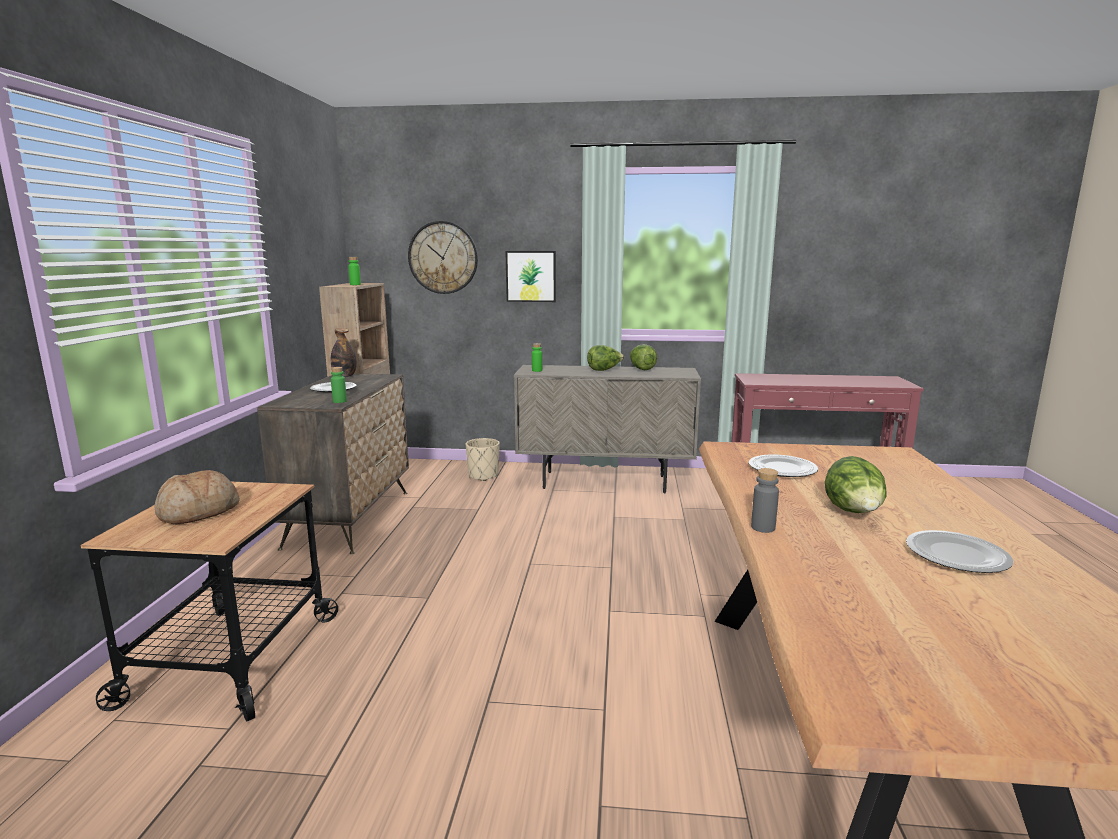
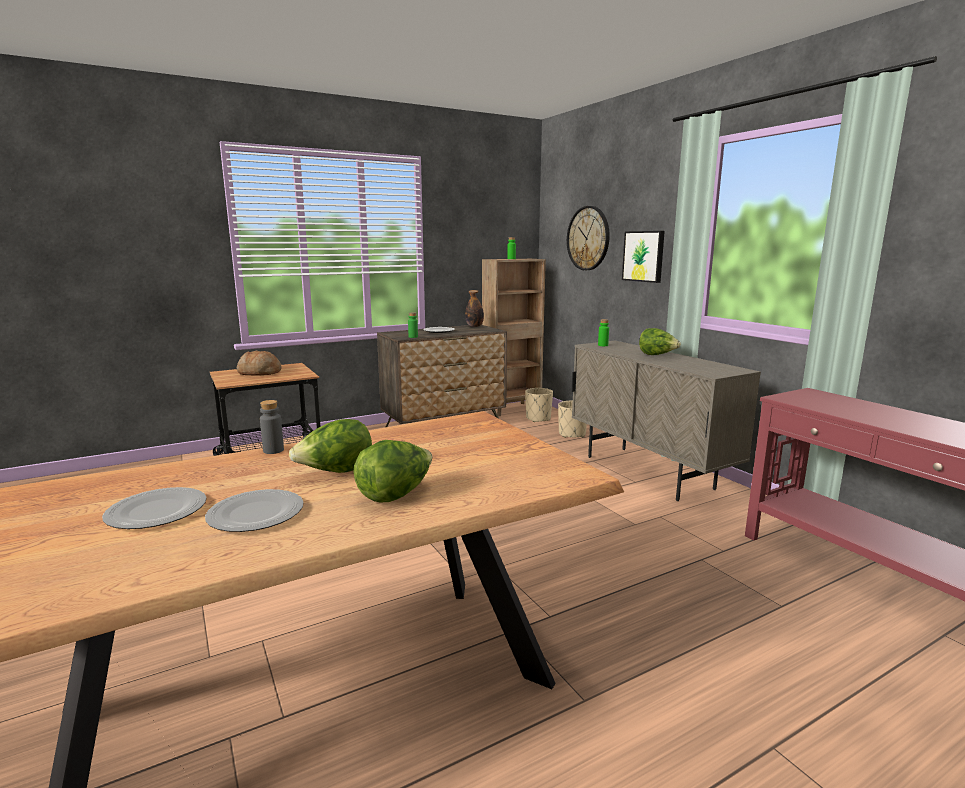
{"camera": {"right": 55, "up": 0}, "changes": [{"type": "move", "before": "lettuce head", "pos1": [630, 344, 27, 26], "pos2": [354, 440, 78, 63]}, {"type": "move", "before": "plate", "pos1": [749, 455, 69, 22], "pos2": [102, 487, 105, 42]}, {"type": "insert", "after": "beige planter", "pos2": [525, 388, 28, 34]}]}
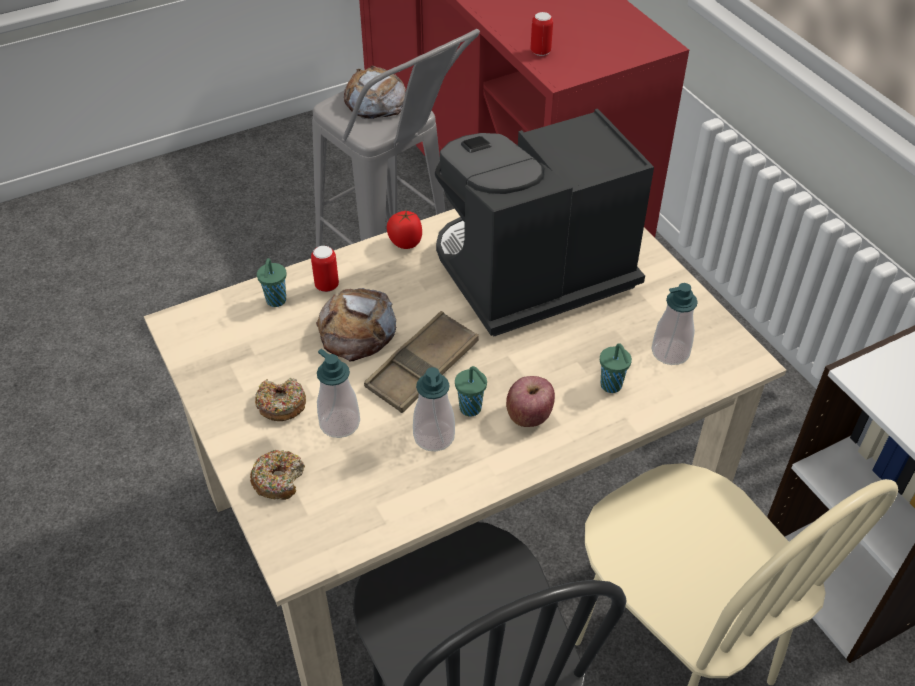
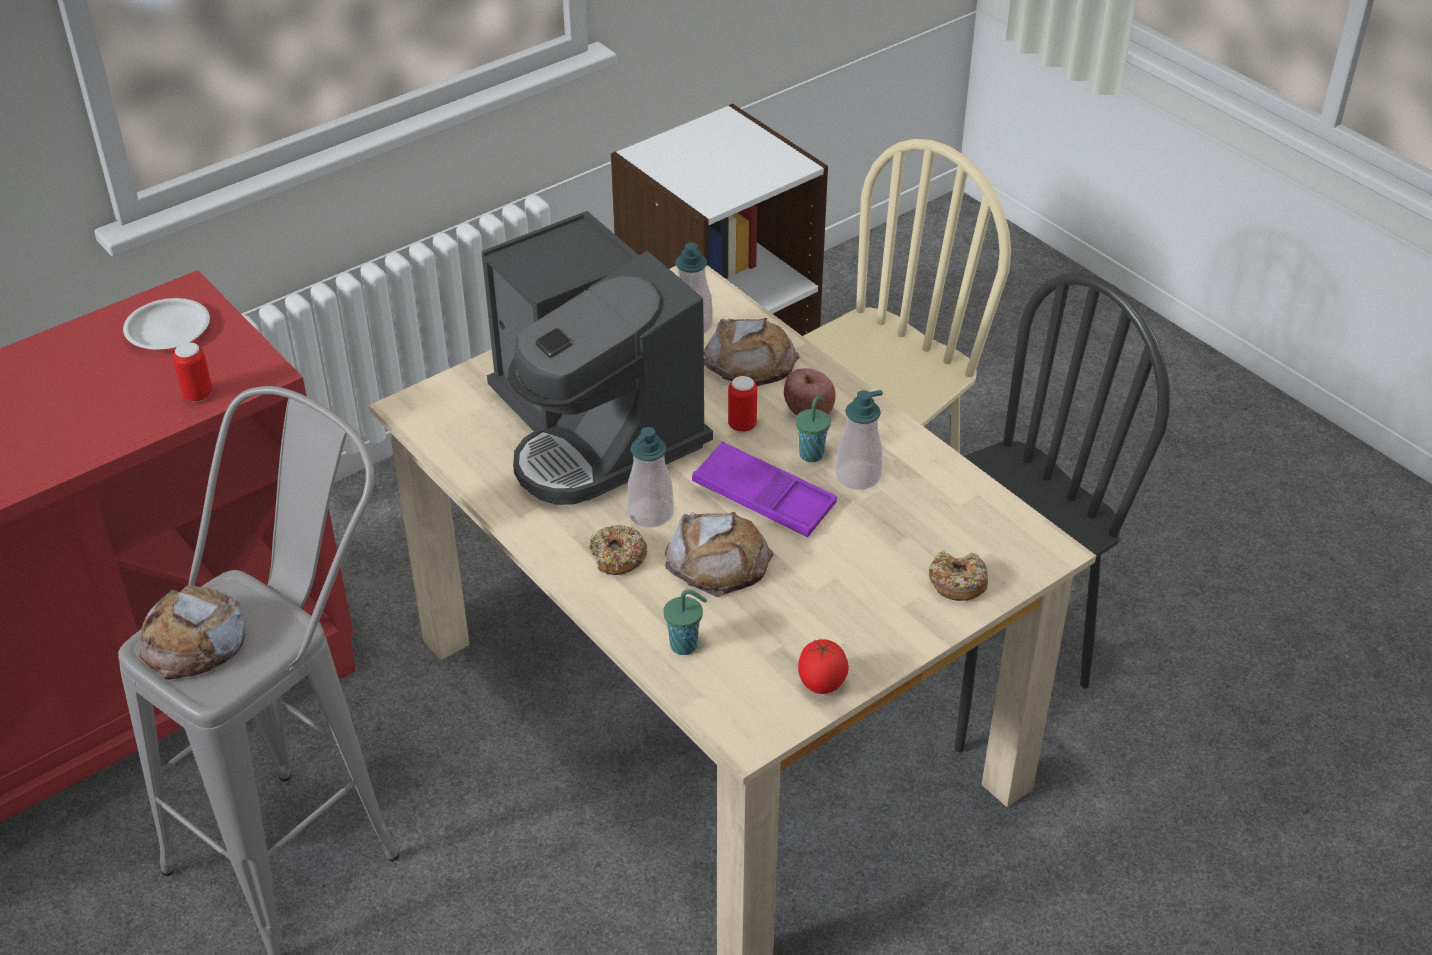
{"camera": {"right": -100, "up": -5}, "changes": [{"type": "move", "before": "ring doughnut", "pos1": [255, 378, 51, 43], "pos2": [589, 525, 58, 50]}, {"type": "move", "before": "can", "pos1": [311, 246, 28, 46], "pos2": [728, 376, 29, 56]}, {"type": "move", "before": "soap dispenser", "pos1": [317, 349, 43, 89], "pos2": [627, 427, 47, 100]}, {"type": "recolor", "before": "brown-coloured carrying tray", "after": "purple-coloured carrying tray", "pos1": [364, 311, 115, 102], "pos2": [692, 441, 145, 96]}, {"type": "move", "before": "tomato", "pos1": [387, 210, 35, 39], "pos2": [798, 639, 51, 55]}, {"type": "replace", "before": "green-coloured small cup", "after": "baked bread", "pos1": [600, 343, 32, 50], "pos2": [704, 318, 96, 68]}, {"type": "insert", "after": "white plate", "pos2": [123, 298, 87, 52]}]}
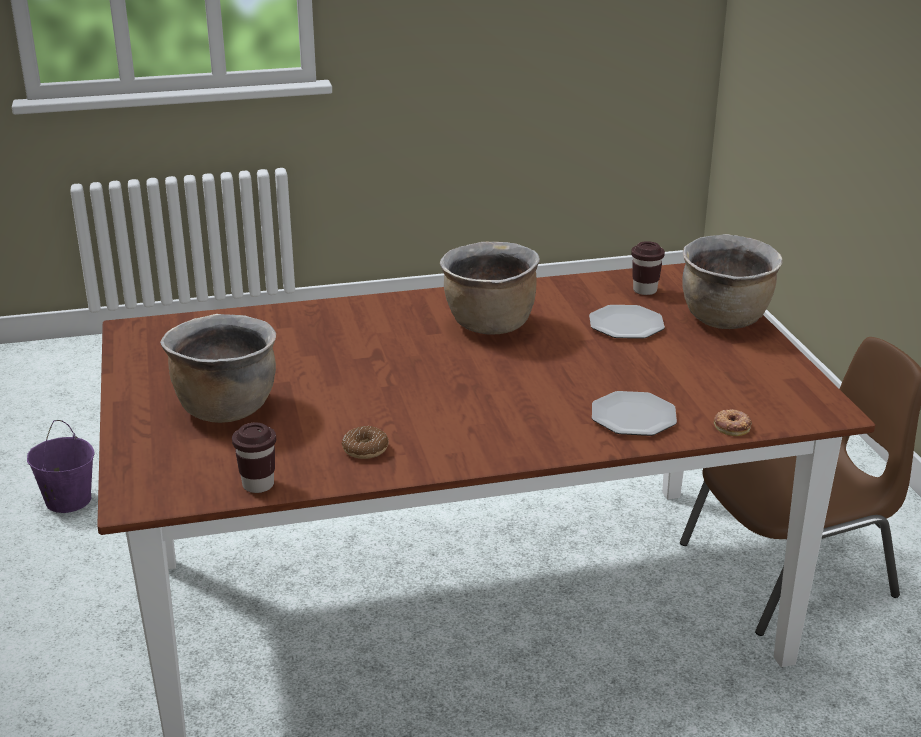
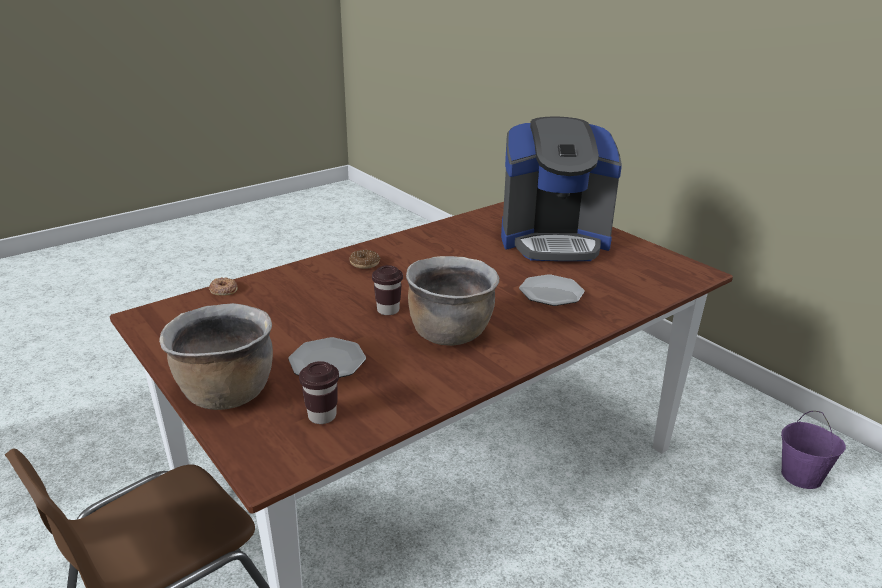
{"camera": {"right": 155, "up": 0}, "changes": [{"type": "replace", "before": "brown-coloured saucepot", "after": "coffee brewer", "pos1": [160, 314, 116, 109], "pos2": [501, 116, 121, 145]}, {"type": "move", "before": "brown-coloured small cup", "pos1": [232, 423, 44, 70], "pos2": [372, 265, 31, 50]}, {"type": "move", "before": "ring doughnut", "pos1": [342, 426, 46, 33], "pos2": [349, 250, 31, 19]}, {"type": "move", "before": "plate", "pos1": [592, 391, 85, 45], "pos2": [519, 274, 66, 32]}]}
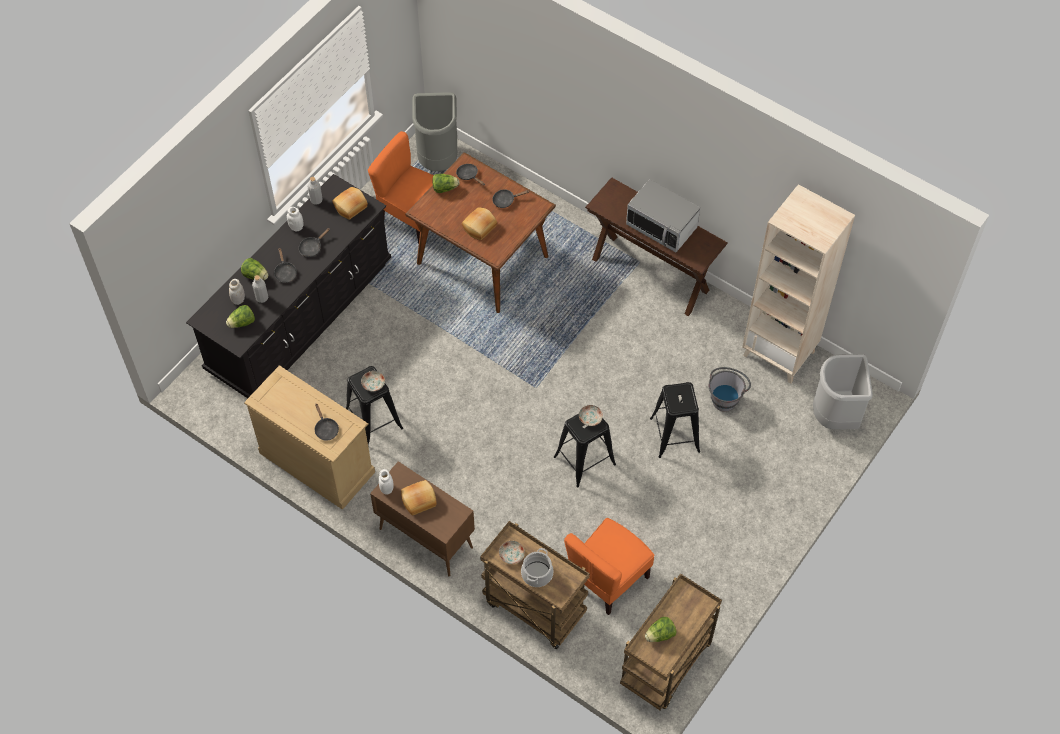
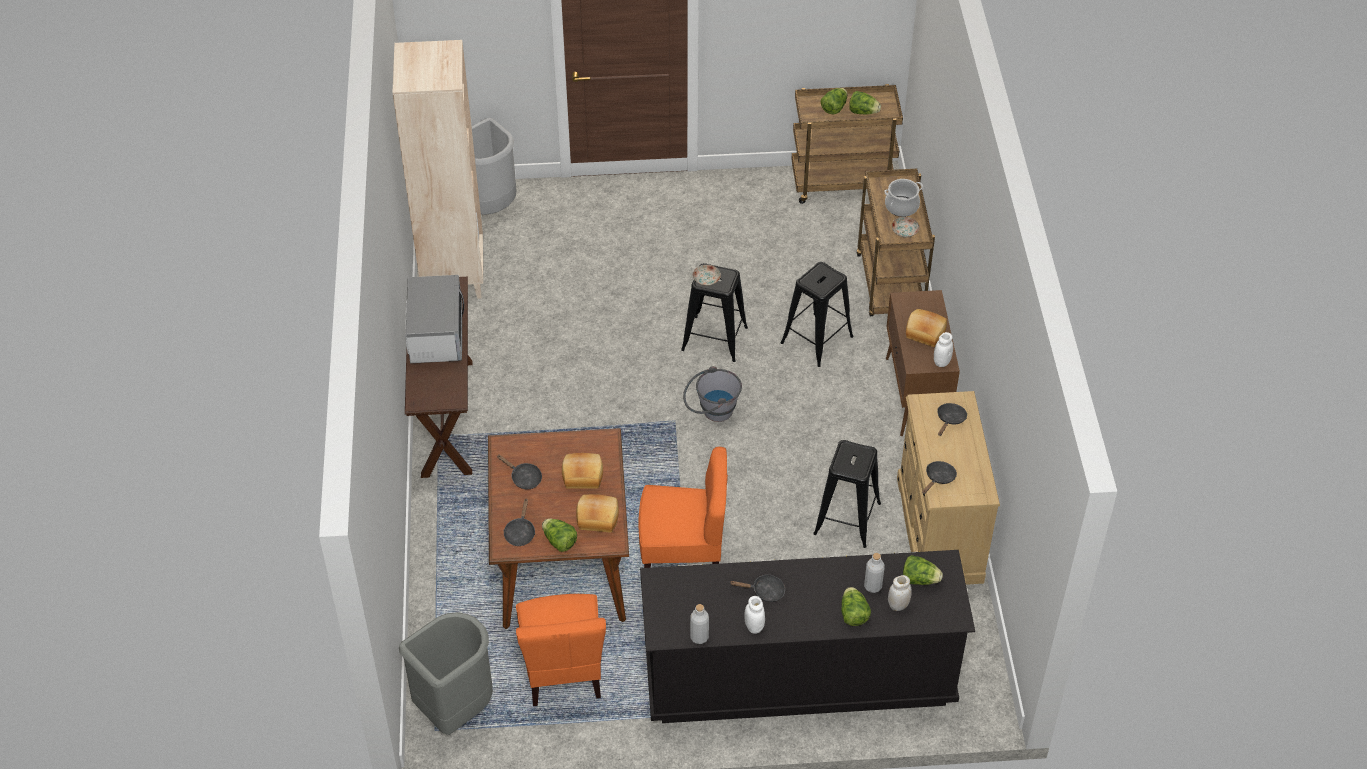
{"camera": {"right": -130, "up": -10}, "changes": [{"type": "move", "before": "blackish skillet", "pos1": [274, 248, 23, 35], "pos2": [922, 461, 35, 33]}, {"type": "move", "before": "baked bread", "pos1": [333, 187, 35, 32], "pos2": [576, 494, 43, 39]}, {"type": "delete", "before": "plate", "pos1": [361, 371, 24, 20]}, {"type": "move", "before": "orange plain chair", "pos1": [564, 518, 90, 97], "pos2": [639, 447, 89, 121]}, {"type": "move", "before": "blackish stool", "pos1": [650, 382, 50, 76], "pos2": [781, 262, 73, 105]}, {"type": "move", "before": "gray pail", "pos1": [709, 367, 42, 45], "pos2": [683, 366, 59, 56]}, {"type": "insert", "after": "lettuce head", "pos2": [821, 88, 27, 27]}]}
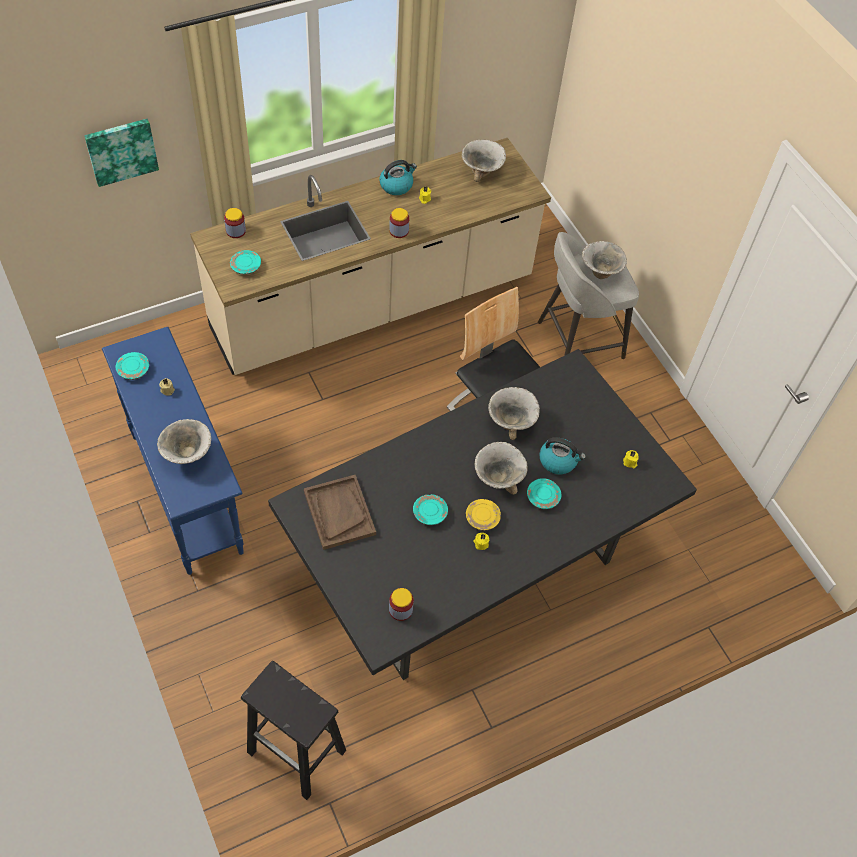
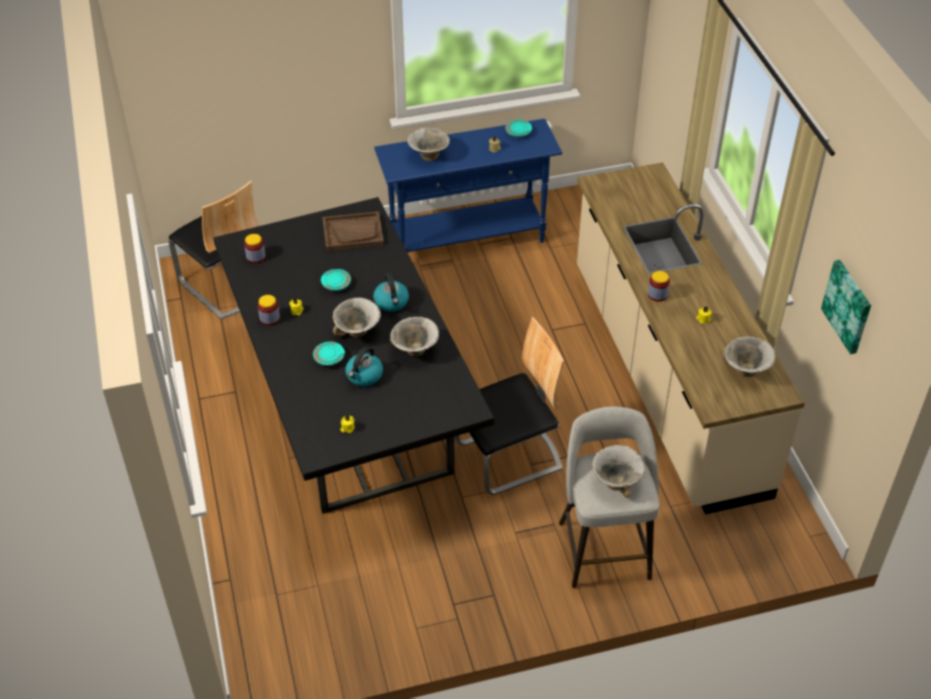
{"camera": {"right": 105, "up": -10}, "changes": [{"type": "move", "before": "wall art", "pos1": [84, 119, 75, 68], "pos2": [821, 260, 50, 94]}, {"type": "move", "before": "preserve jar", "pos1": [224, 208, 22, 30], "pos2": [258, 295, 22, 30]}, {"type": "delete", "before": "blue-green plate", "pos1": [230, 250, 31, 25]}, {"type": "replace", "before": "blackish stool", "after": "plain chair", "pos1": [241, 661, 105, 139], "pos2": [169, 181, 90, 138]}, {"type": "move", "before": "tea kettle", "pos1": [379, 160, 38, 35], "pos2": [373, 273, 36, 39]}, {"type": "delete", "before": "yellowish plate", "pos1": [466, 499, 35, 32]}]}
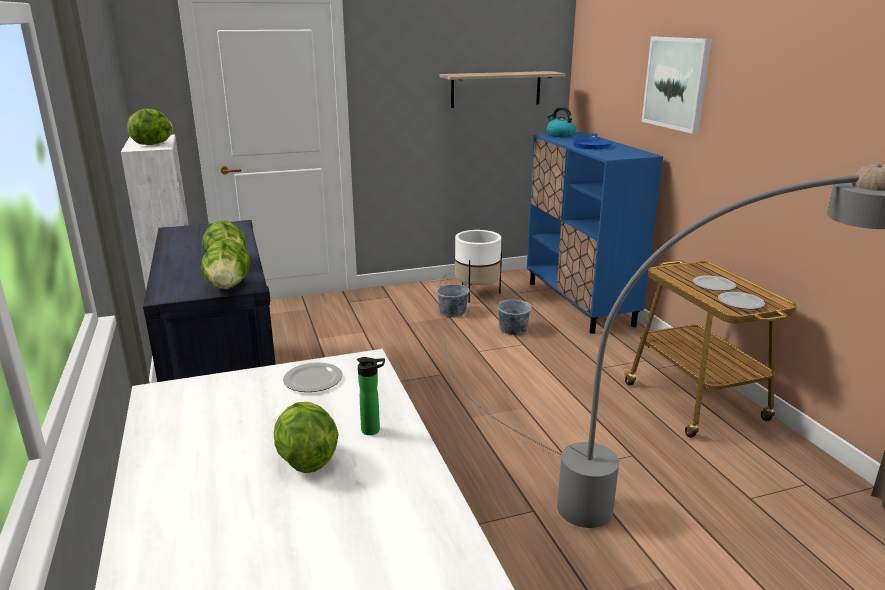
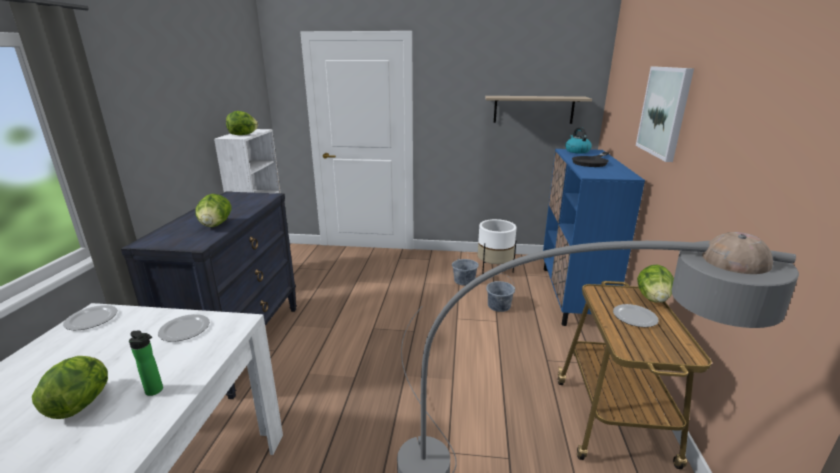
{"camera": {"right": 25, "up": 0}, "changes": [{"type": "move", "before": "lettuce head", "pos1": [201, 239, 49, 50], "pos2": [637, 264, 37, 39]}, {"type": "recolor", "before": "blue skillet", "after": "blackish skillet", "pos1": [572, 133, 40, 16], "pos2": [572, 152, 37, 15]}, {"type": "move", "before": "plate", "pos1": [718, 292, 47, 17], "pos2": [63, 305, 55, 25]}]}
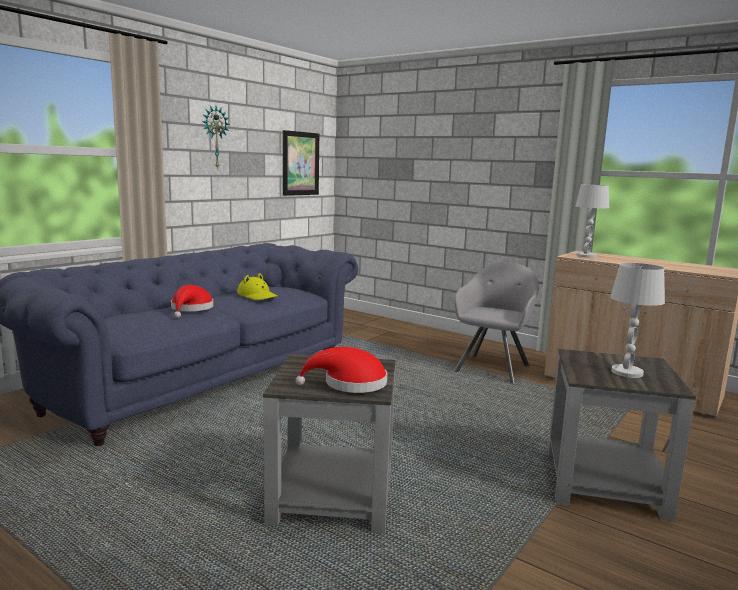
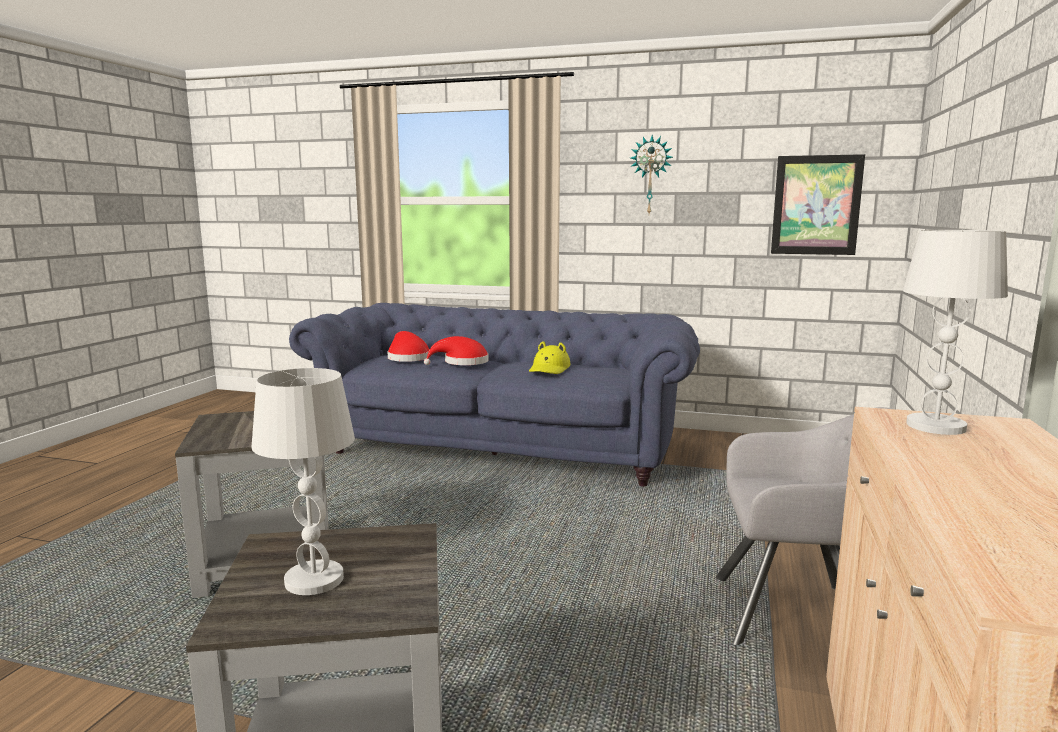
{"camera": {"right": 70, "up": 0}, "changes": [{"type": "move", "before": "reddish hat", "pos1": [296, 347, 91, 46], "pos2": [388, 331, 43, 31]}]}
